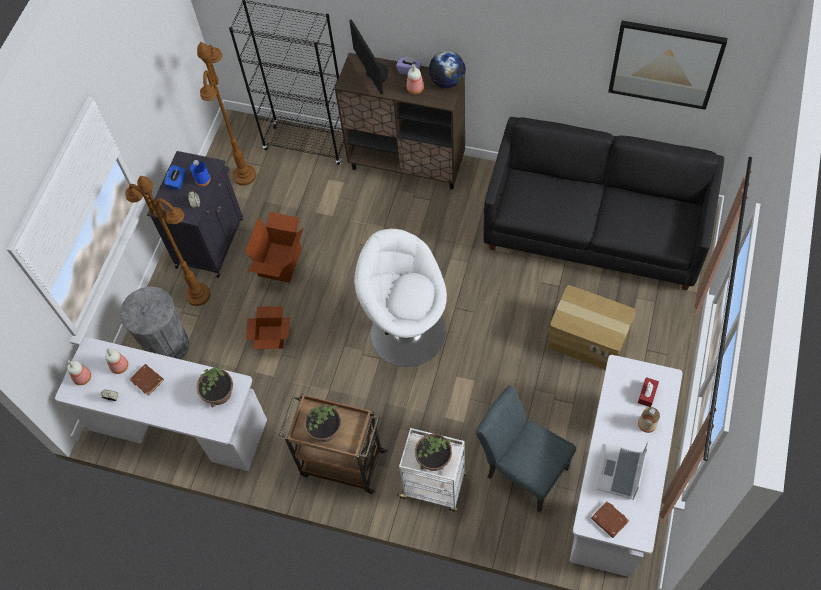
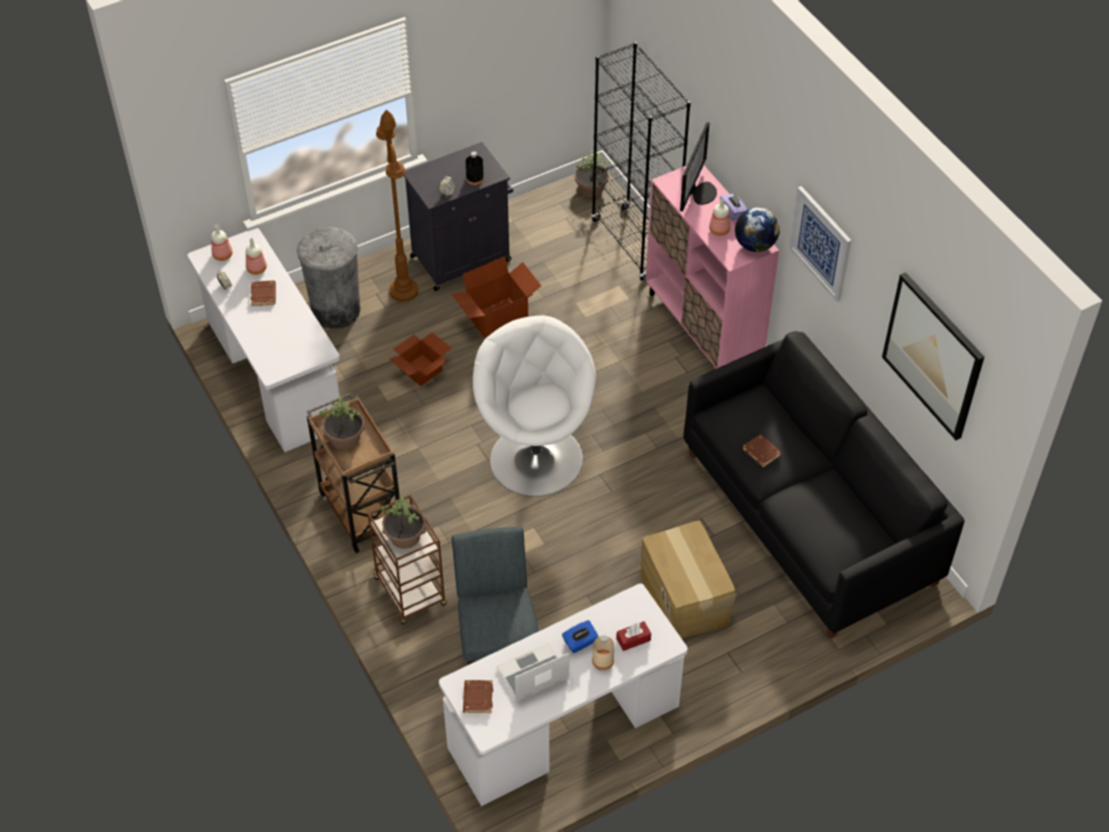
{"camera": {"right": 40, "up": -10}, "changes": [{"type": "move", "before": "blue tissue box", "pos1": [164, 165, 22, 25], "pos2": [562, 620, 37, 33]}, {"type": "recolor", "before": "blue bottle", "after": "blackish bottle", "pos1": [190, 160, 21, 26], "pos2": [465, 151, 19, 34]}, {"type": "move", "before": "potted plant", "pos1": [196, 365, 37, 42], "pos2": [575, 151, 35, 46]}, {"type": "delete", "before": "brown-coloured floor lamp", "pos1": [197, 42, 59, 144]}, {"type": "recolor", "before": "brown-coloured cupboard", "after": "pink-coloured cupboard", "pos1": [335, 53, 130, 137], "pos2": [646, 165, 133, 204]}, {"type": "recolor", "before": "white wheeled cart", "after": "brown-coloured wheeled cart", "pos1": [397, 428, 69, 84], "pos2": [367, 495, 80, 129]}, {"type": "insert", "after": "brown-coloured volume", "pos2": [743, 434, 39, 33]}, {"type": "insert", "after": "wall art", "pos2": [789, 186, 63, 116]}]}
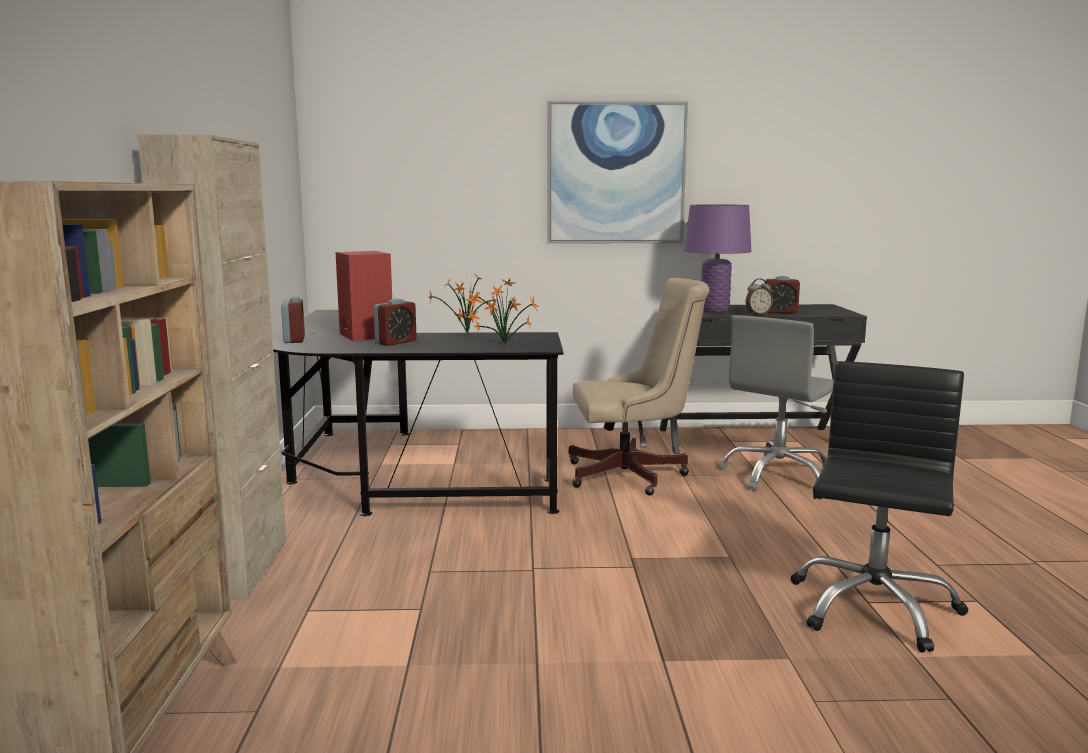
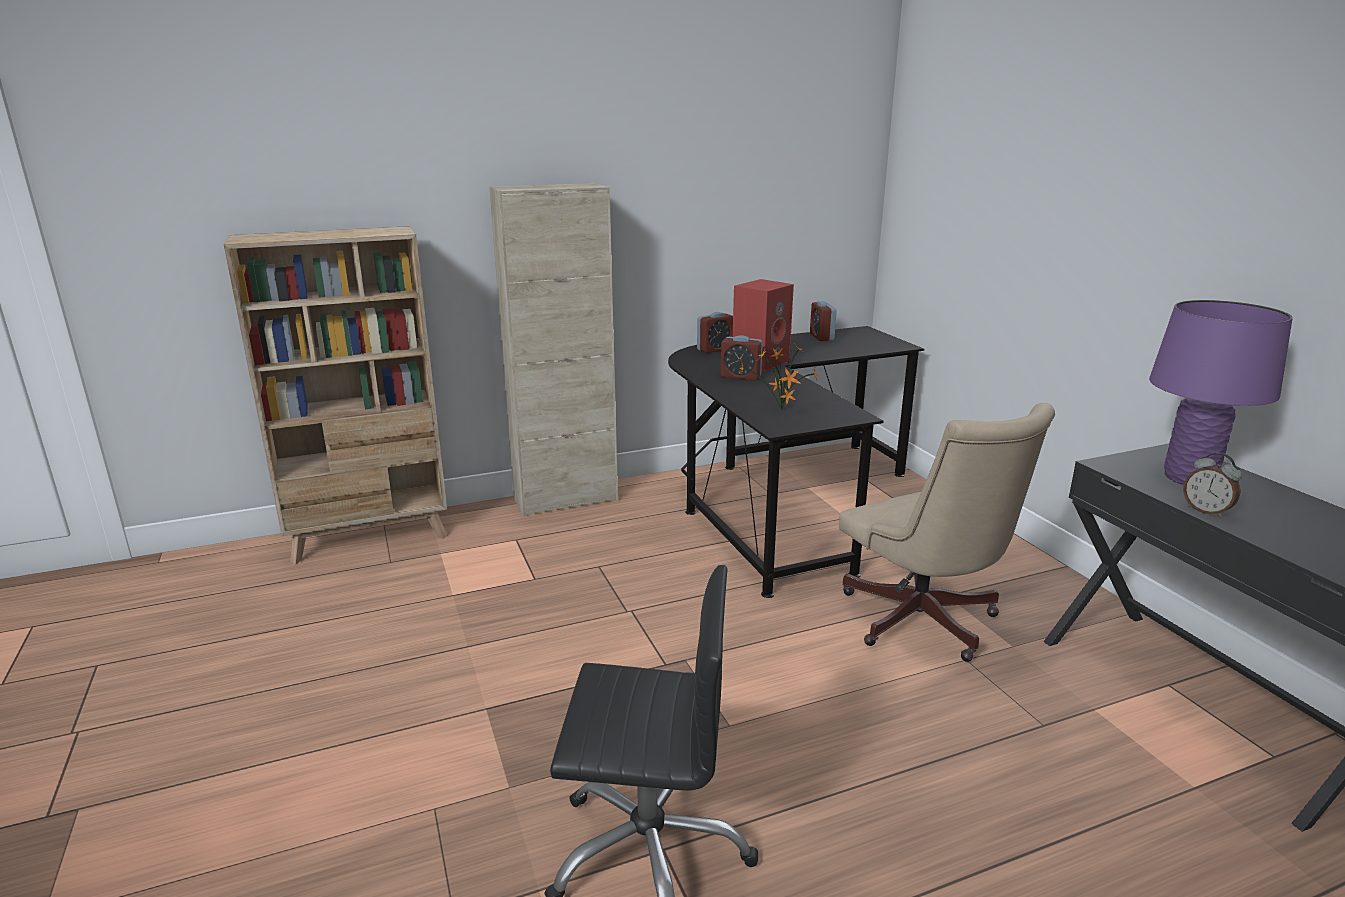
{"camera": {"right": 70, "up": 10}, "changes": [{"type": "delete", "before": "potted plant", "pos1": [428, 274, 68, 60]}, {"type": "delete", "before": "wall art", "pos1": [547, 101, 141, 142]}, {"type": "delete", "before": "gray desk chair", "pos1": [718, 315, 115, 176]}, {"type": "move", "before": "table clock", "pos1": [765, 276, 35, 37], "pos2": [810, 301, 27, 40]}]}
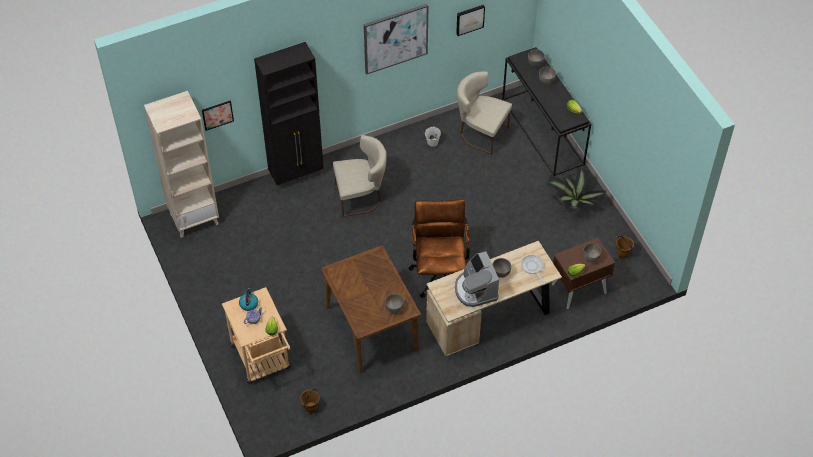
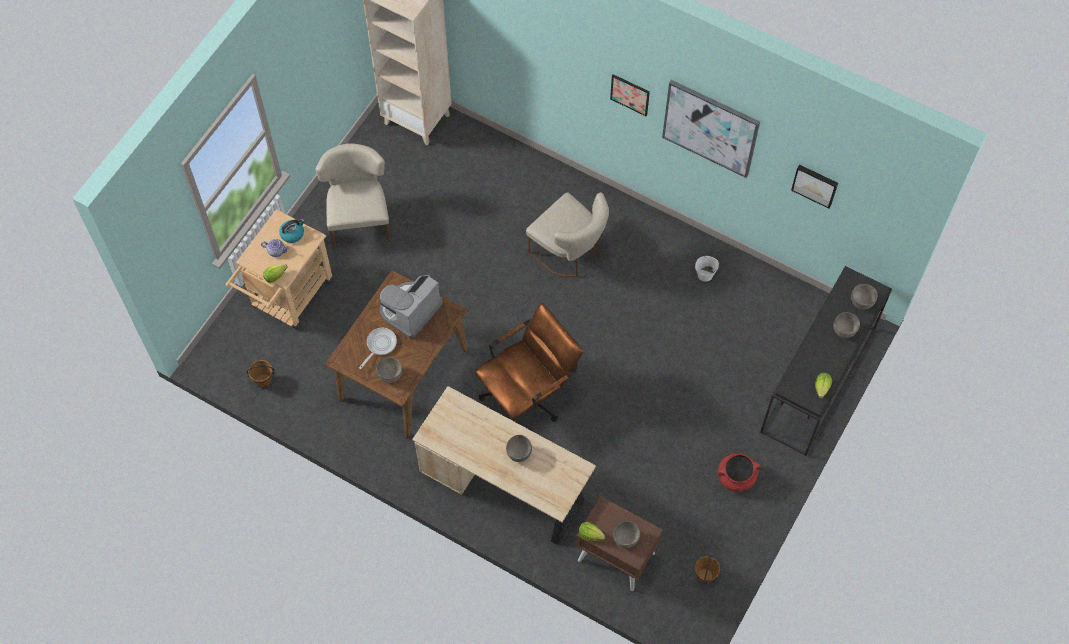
{"camera": {"right": 55, "up": 10}, "changes": [{"type": "move", "before": "wall art", "pos1": [202, 100, 32, 31], "pos2": [610, 74, 40, 42]}, {"type": "delete", "before": "blackish cupboard", "pos1": [254, 42, 70, 149]}, {"type": "move", "before": "coffee brewer", "pos1": [455, 251, 44, 56], "pos2": [379, 275, 64, 63]}, {"type": "move", "before": "beige plain chair", "pos1": [457, 71, 55, 83], "pos2": [316, 143, 74, 106]}, {"type": "move", "before": "skillet", "pos1": [521, 255, 24, 30], "pos2": [359, 328, 38, 41]}, {"type": "replace", "before": "potted plant", "after": "reddish saucepot", "pos1": [547, 168, 59, 44], "pos2": [718, 453, 43, 39]}]}
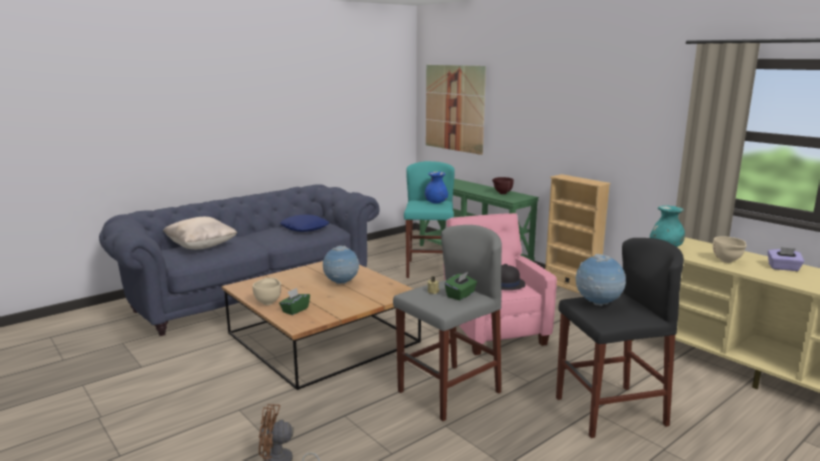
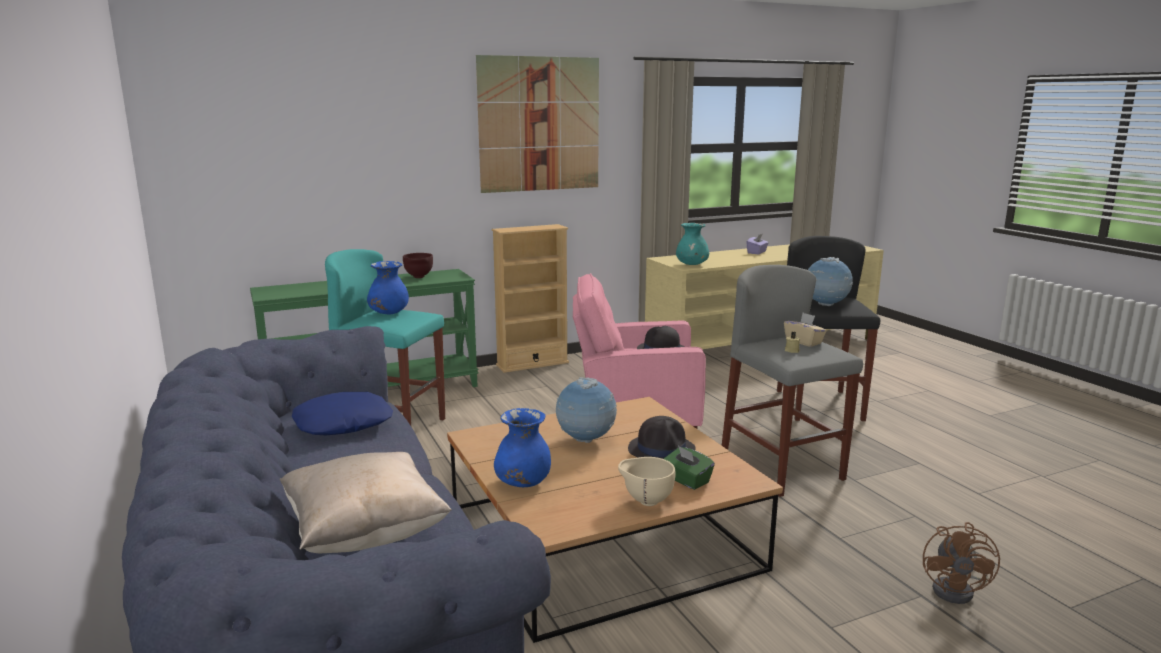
{"camera": {"right": -75, "up": 0}, "changes": [{"type": "move", "before": "wall art", "pos1": [426, 65, 60, 90], "pos2": [476, 55, 123, 138]}, {"type": "recolor", "before": "green-coloured tissue box", "after": "beige tissue box", "pos1": [445, 272, 32, 28], "pos2": [784, 313, 43, 34]}, {"type": "delete", "before": "beige serving bowl", "pos1": [713, 236, 33, 27]}, {"type": "insert", "after": "blue vase", "pos2": [494, 408, 57, 79]}, {"type": "insert", "after": "blackish hat", "pos2": [628, 416, 67, 43]}]}
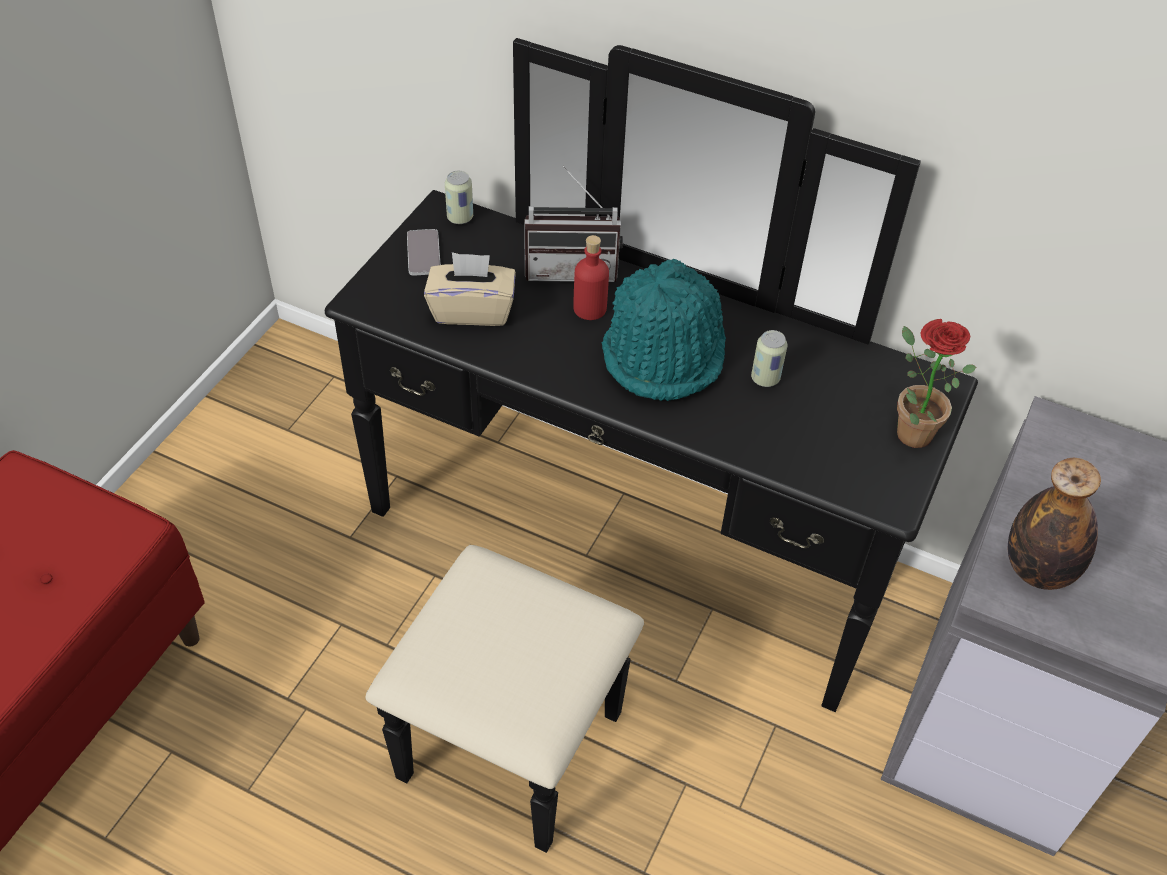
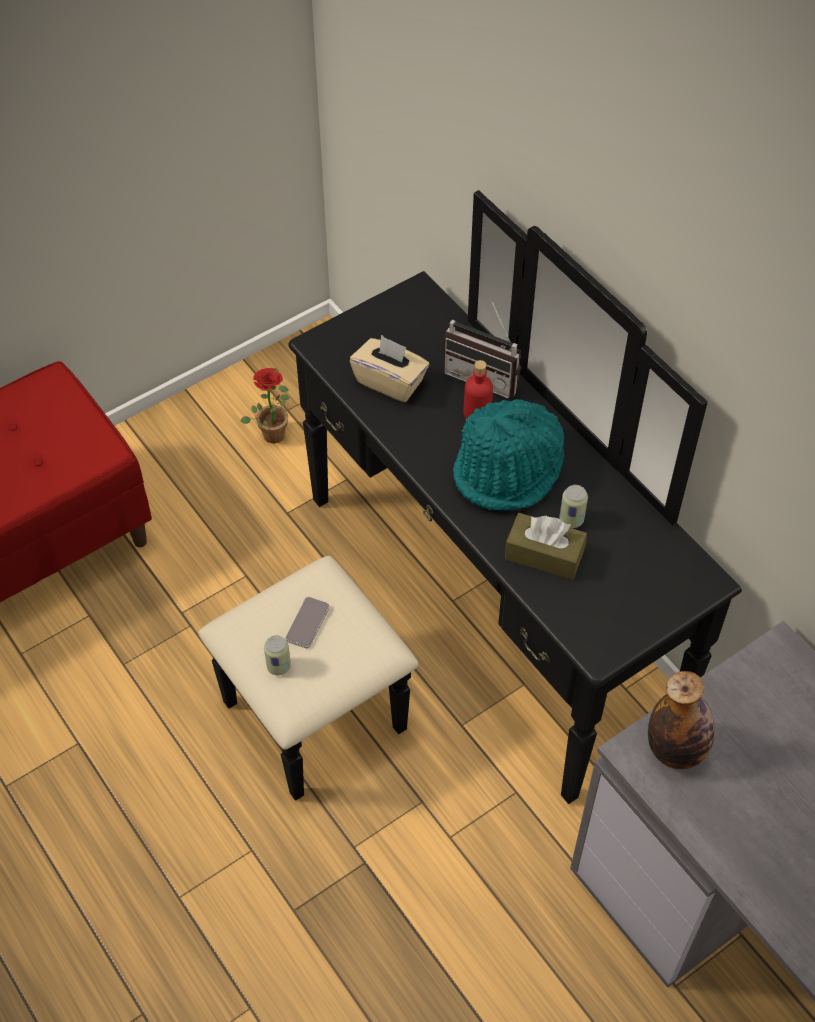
{"camera": {"right": 30, "up": 5}, "changes": [{"type": "move", "before": "handset", "pos1": [407, 229, 34, 47], "pos2": [285, 597, 45, 52]}, {"type": "move", "before": "can", "pos1": [445, 171, 28, 53], "pos2": [264, 635, 27, 40]}, {"type": "move", "before": "potted plant", "pos1": [897, 319, 79, 129], "pos2": [241, 368, 48, 75]}, {"type": "insert", "after": "brown-coloured tissue box", "pos2": [505, 513, 82, 67]}]}
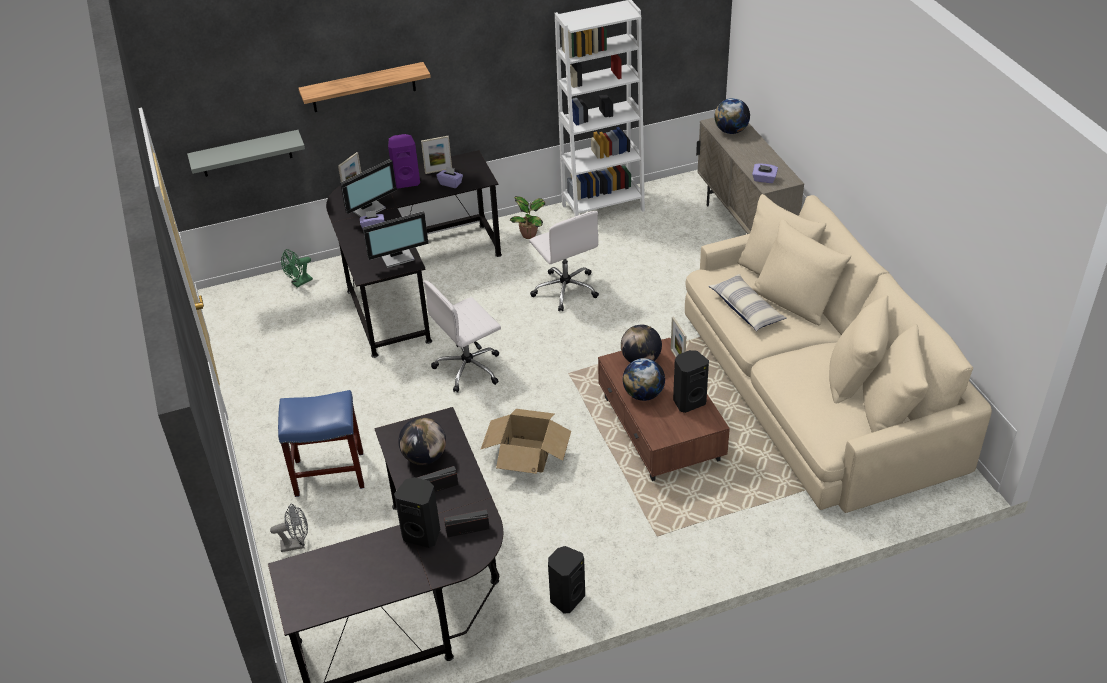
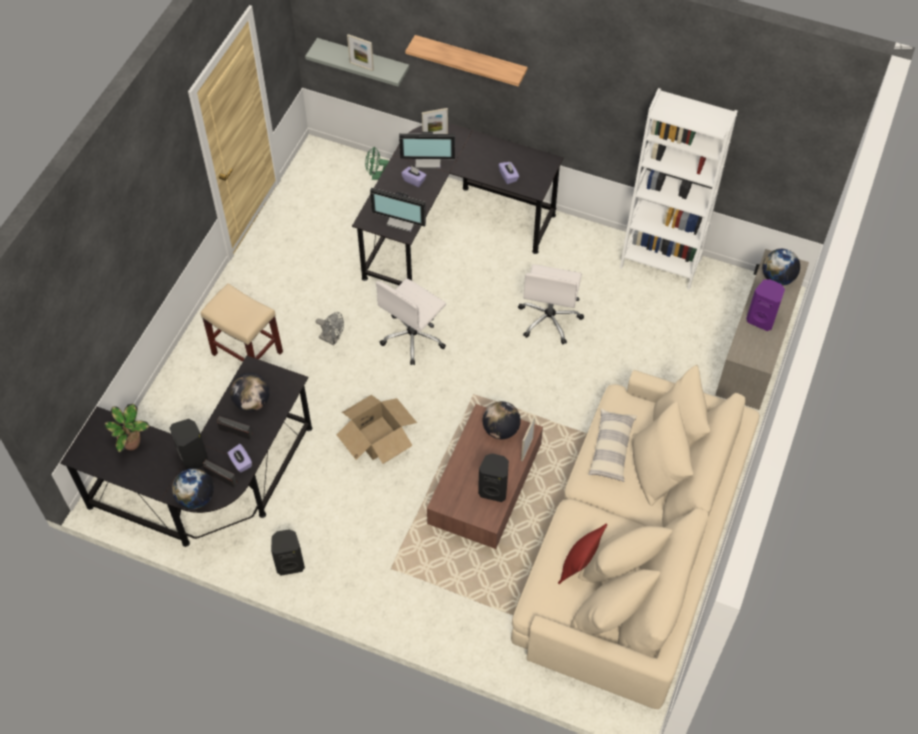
{"camera": {"right": 40, "up": 15}, "changes": [{"type": "move", "before": "gray fan", "pos1": [270, 504, 38, 48], "pos2": [316, 312, 28, 33]}, {"type": "recolor", "before": "blue stool", "after": "beige stool", "pos1": [278, 390, 86, 107], "pos2": [201, 283, 82, 79]}, {"type": "move", "before": "purple-coloured loudspeaker", "pos1": [388, 134, 32, 55], "pos2": [746, 279, 39, 52]}, {"type": "move", "before": "standing frame", "pos1": [421, 136, 31, 38], "pos2": [347, 34, 27, 37]}, {"type": "rotate", "before": "white desk chair", "pos1": [423, 280, 78, 113], "pos2": [376, 278, 70, 87], "turn": -60}, {"type": "move", "before": "potted plant", "pos1": [510, 196, 35, 43], "pos2": [105, 404, 44, 49]}, {"type": "move", "before": "globe", "pos1": [623, 358, 42, 43], "pos2": [172, 468, 42, 41]}, {"type": "move", "before": "purple-coloured tissue box", "pos1": [752, 164, 26, 19], "pos2": [228, 444, 24, 29]}, {"type": "insert", "after": "reddish throw pillow", "pos2": [558, 523, 49, 61]}]}
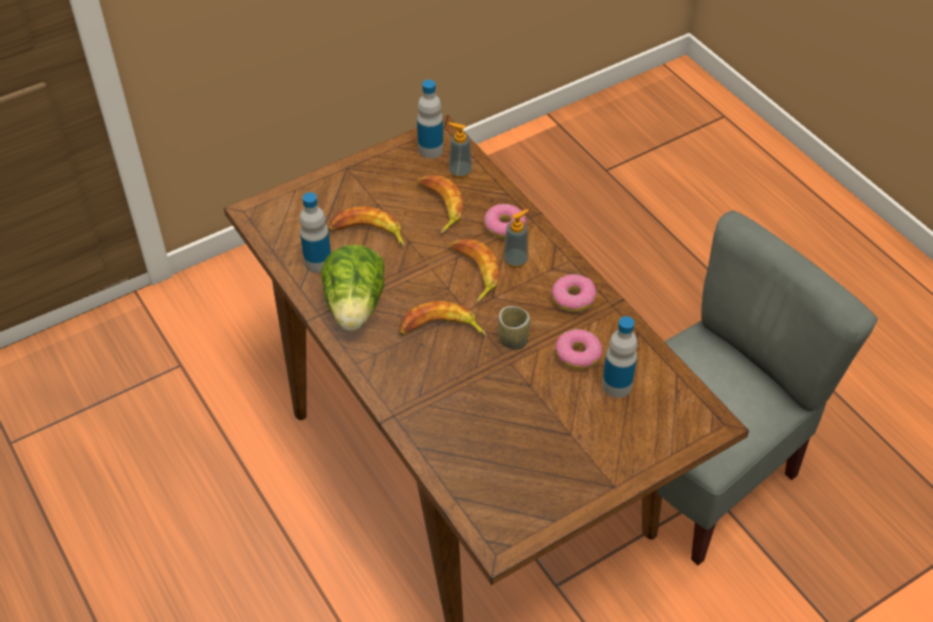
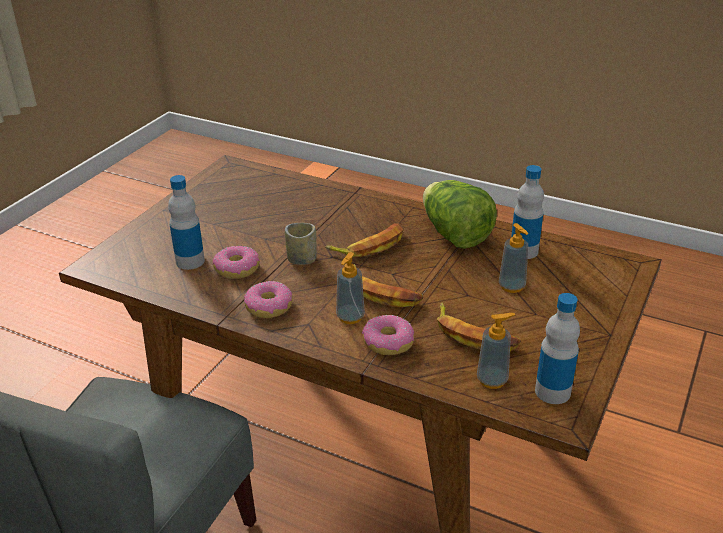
{"camera": {"right": 150, "up": -15}, "changes": [{"type": "replace", "before": "banana", "after": "soap dispenser", "pos1": [328, 206, 77, 41], "pos2": [499, 223, 29, 70]}]}
